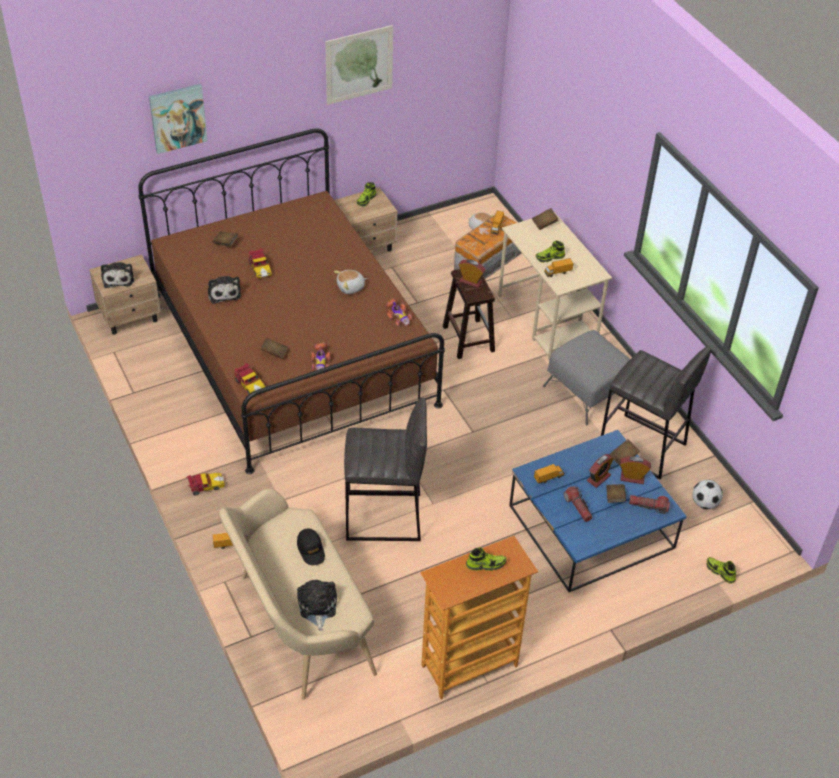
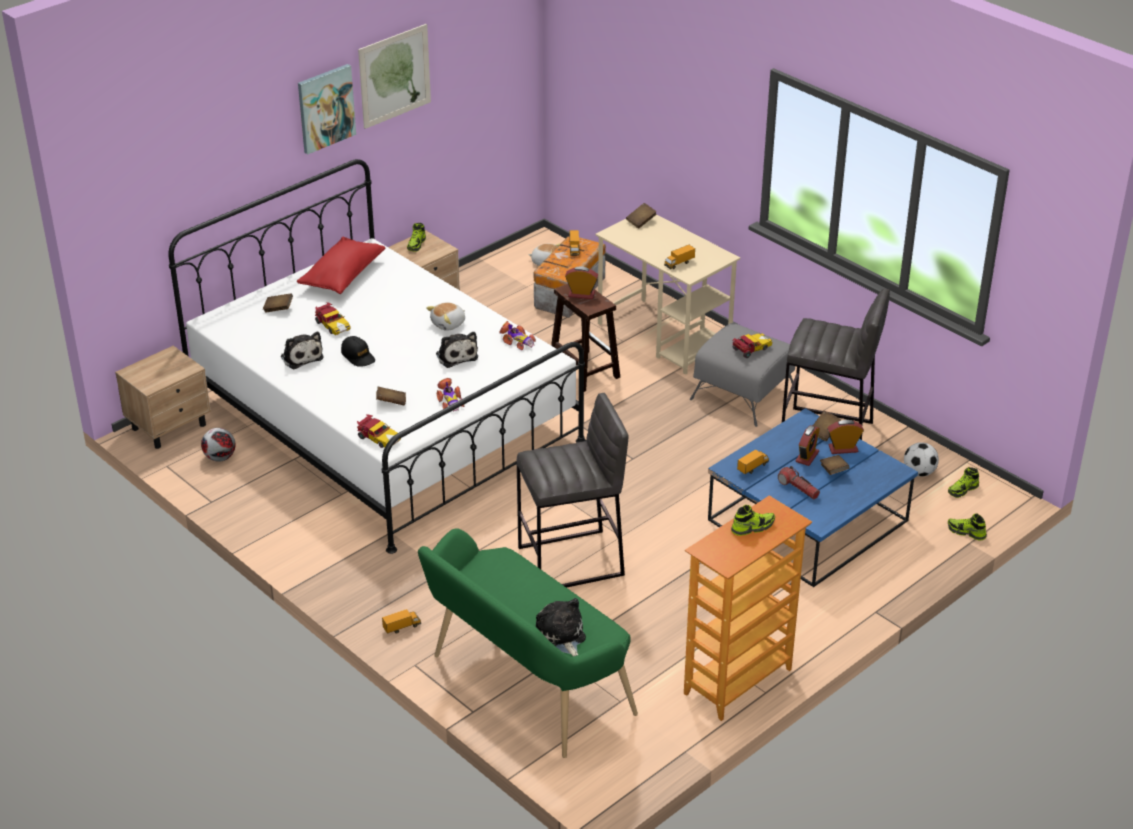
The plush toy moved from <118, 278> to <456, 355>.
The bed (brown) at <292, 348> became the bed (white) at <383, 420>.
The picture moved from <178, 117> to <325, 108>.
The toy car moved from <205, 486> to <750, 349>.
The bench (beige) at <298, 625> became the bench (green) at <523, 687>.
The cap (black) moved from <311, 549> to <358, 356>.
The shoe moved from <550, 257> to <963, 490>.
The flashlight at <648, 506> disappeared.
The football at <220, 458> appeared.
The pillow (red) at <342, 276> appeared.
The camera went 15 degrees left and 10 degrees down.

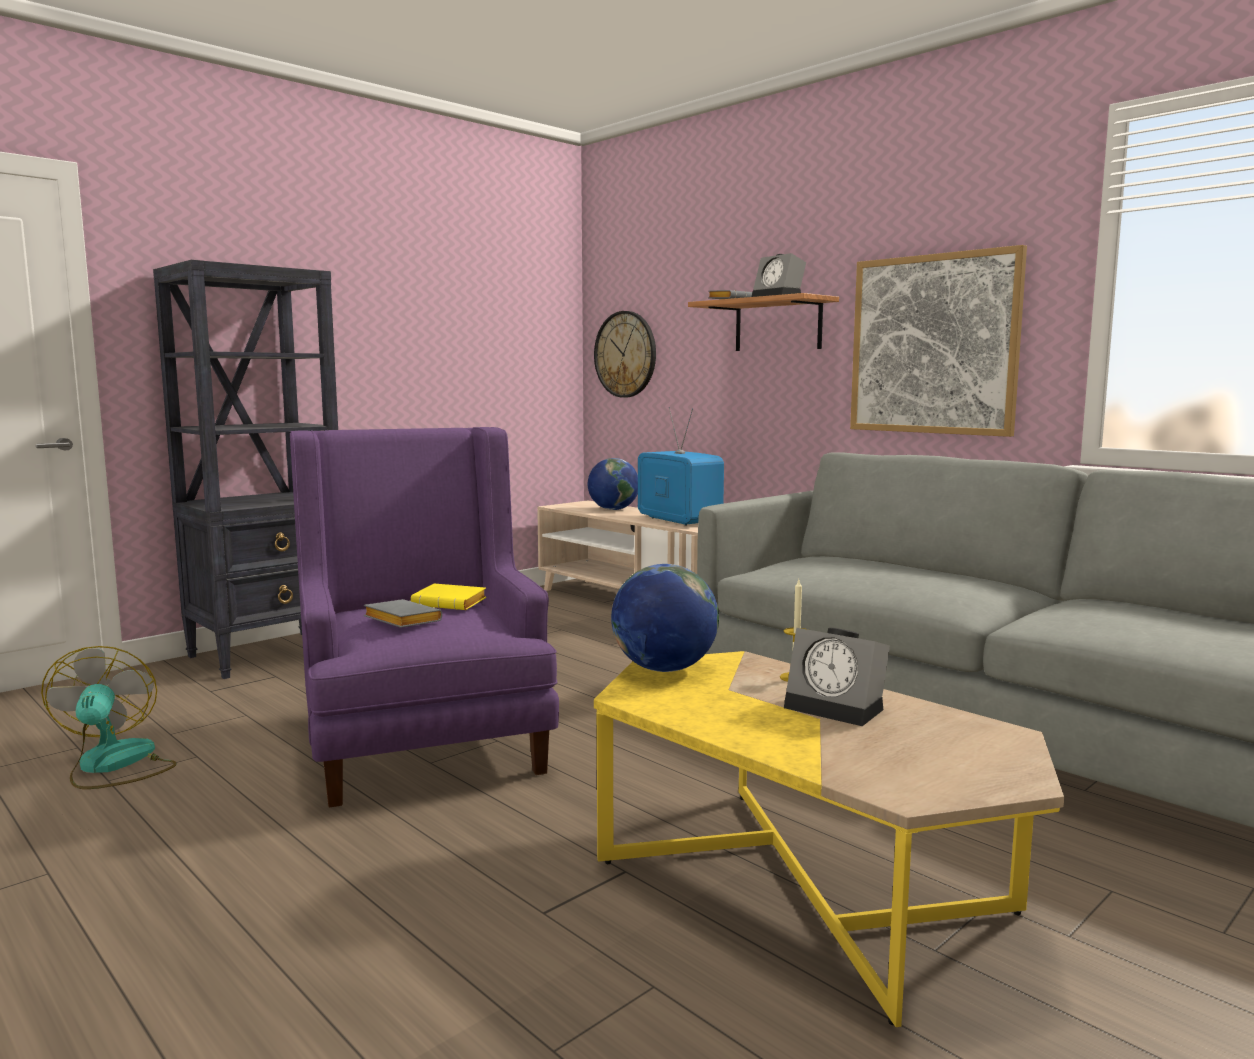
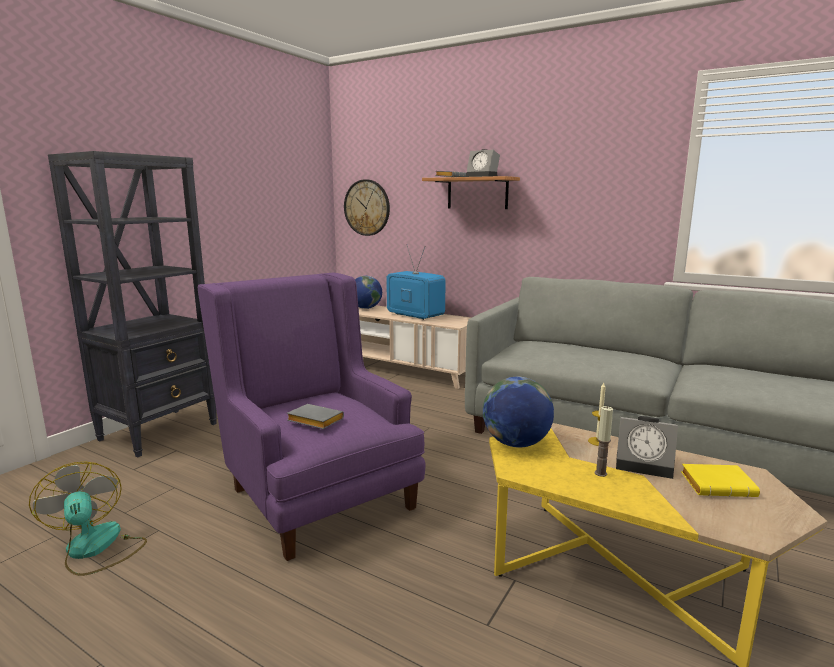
The book (yellow) moved from <451, 603> to <718, 485>.
The picture at <933, 344> disappeared.
The candle at <600, 473> appeared.
The camera went 15 degrees left and 5 degrees up.

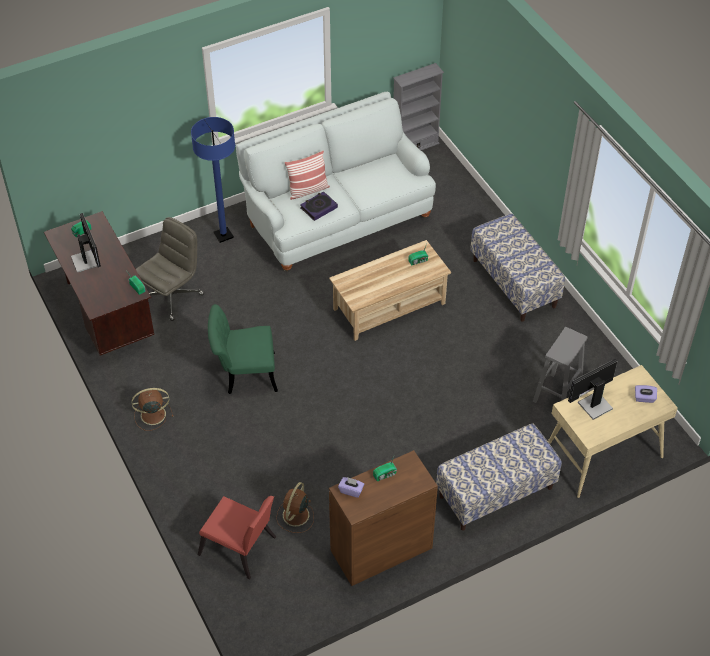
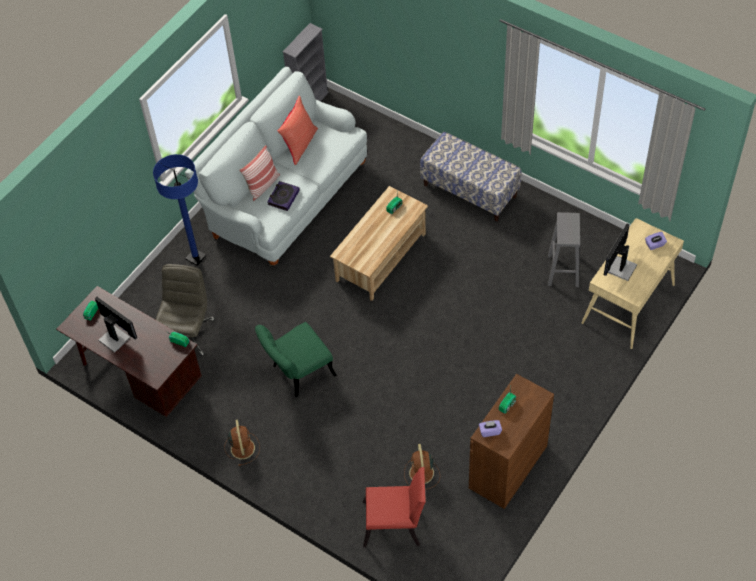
The fan (brown) at <152, 415> turned 120 degrees clockwise.
The bench at <495, 492> disappeared.
The pillow (red) at <300, 144> appeared.
The camera went 25 degrees left and 5 degrees up.

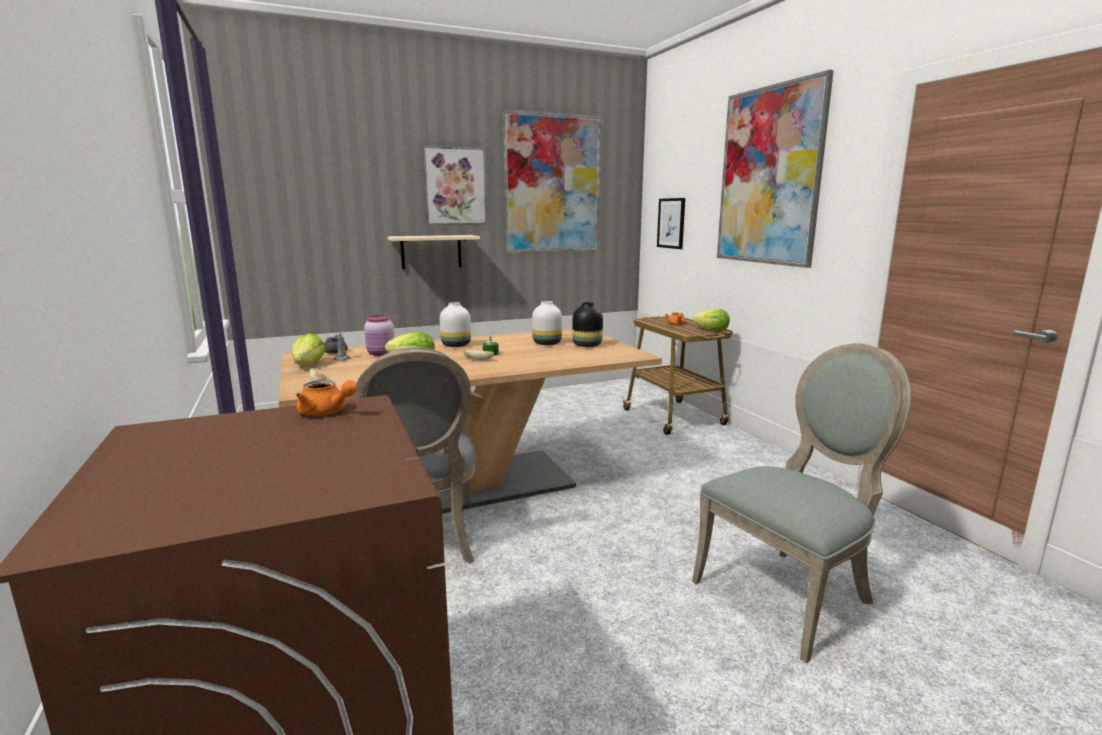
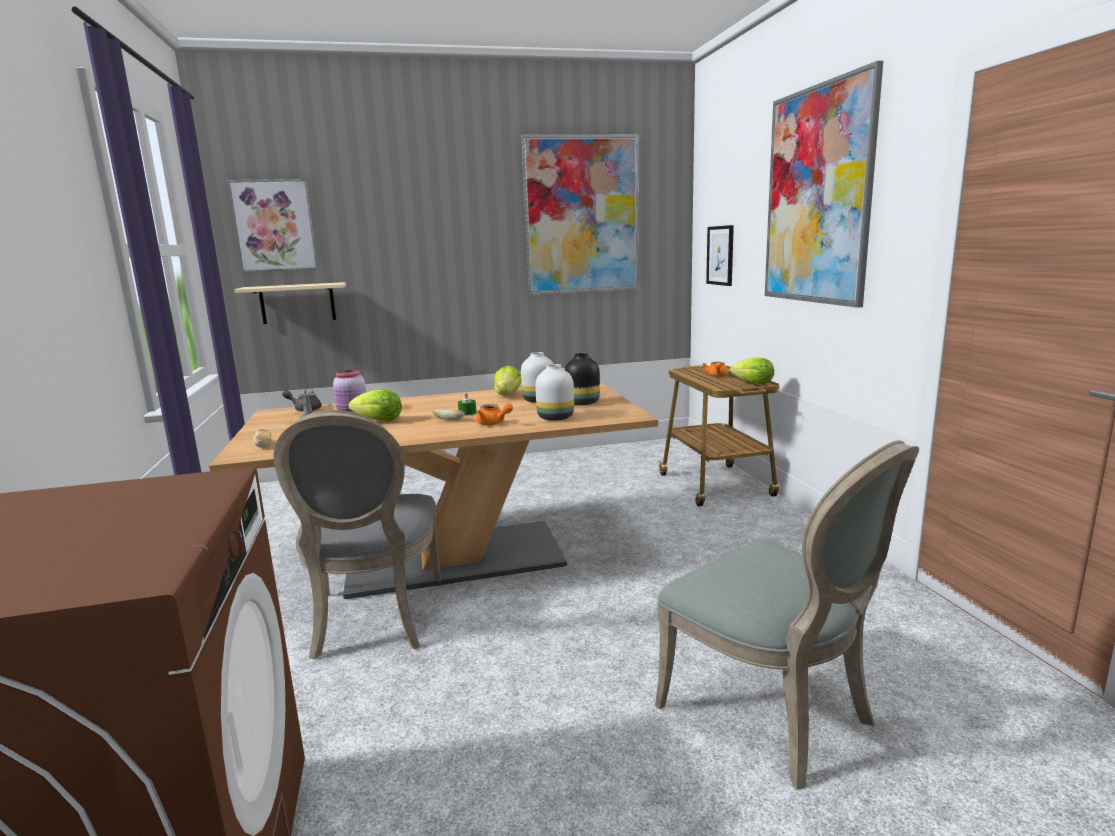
The lettuce moved from <308, 365> to <507, 395>.
The teapot (orange) moved from <326, 412> to <493, 423>.
The shelf (beige) moved from <431, 252> to <297, 303>.
The picture moved from <455, 186> to <274, 226>.
The vase (white) moved from <456, 345> to <556, 418>.
The chair (grey) at <790, 593> turned 75 degrees clockwise.
The camera went 10 degrees right and 0 degrees up.

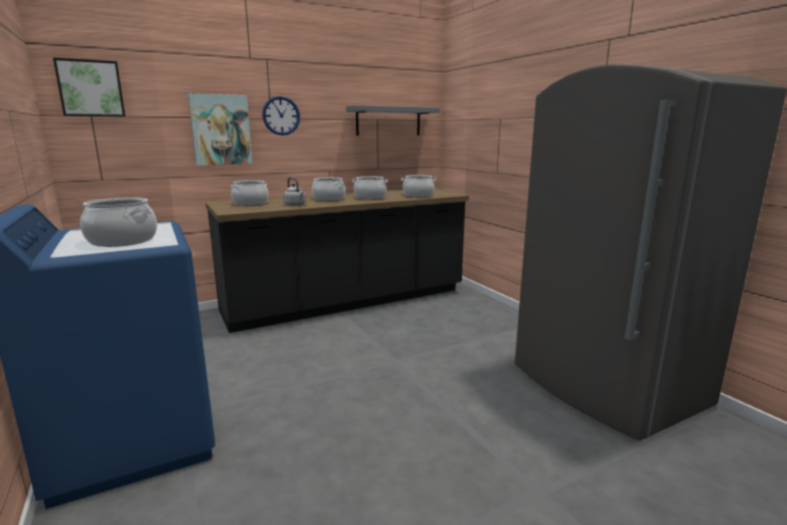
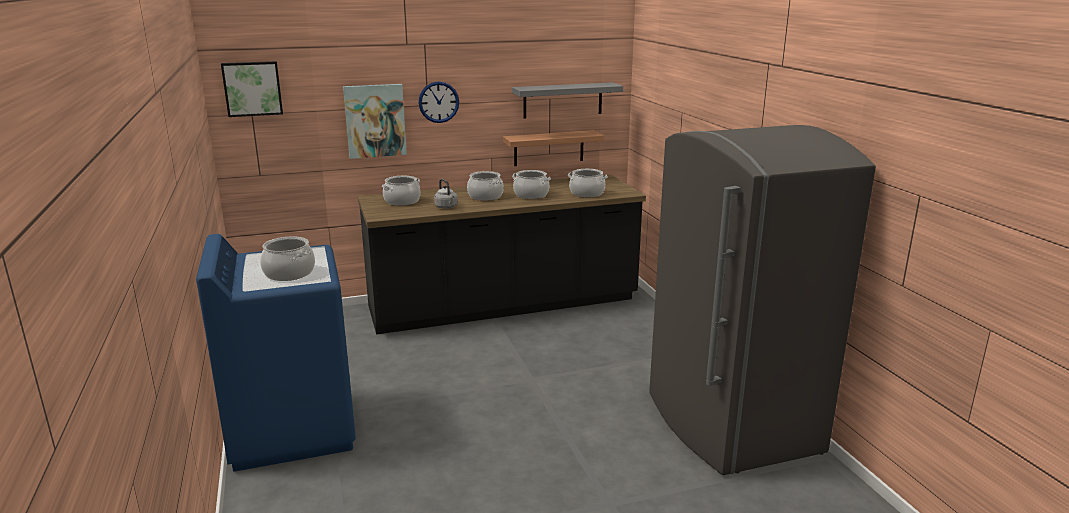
The shelf at <549, 148> appeared.
The camera went 10 degrees right and 5 degrees up.

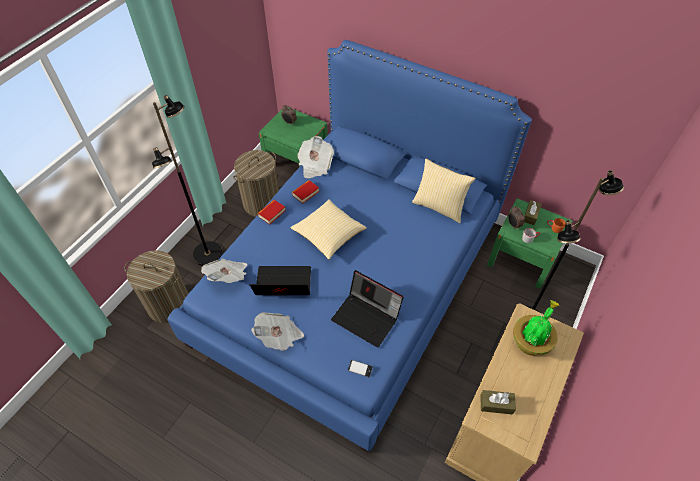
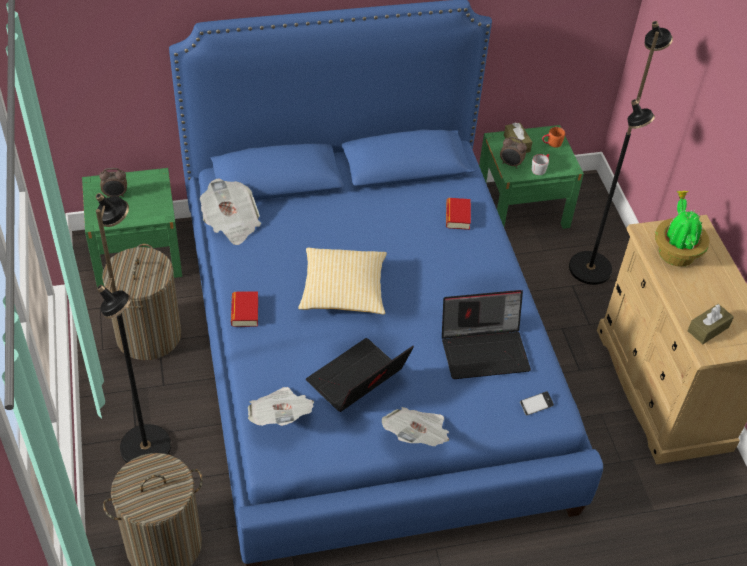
The book moved from <305, 193> to <457, 216>.
The pillow at <439, 206> disappeared.
The camera went 45 degrees left and 5 degrees down.

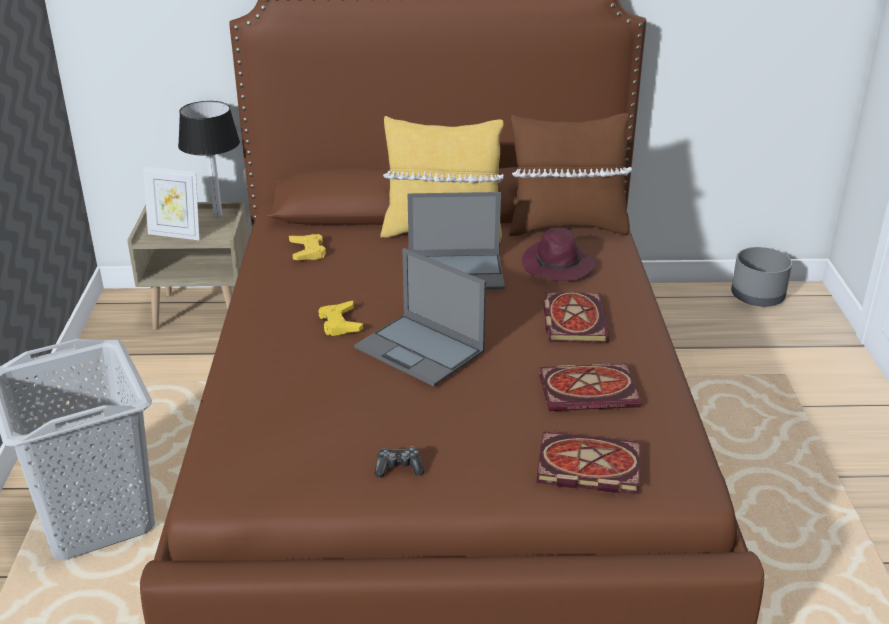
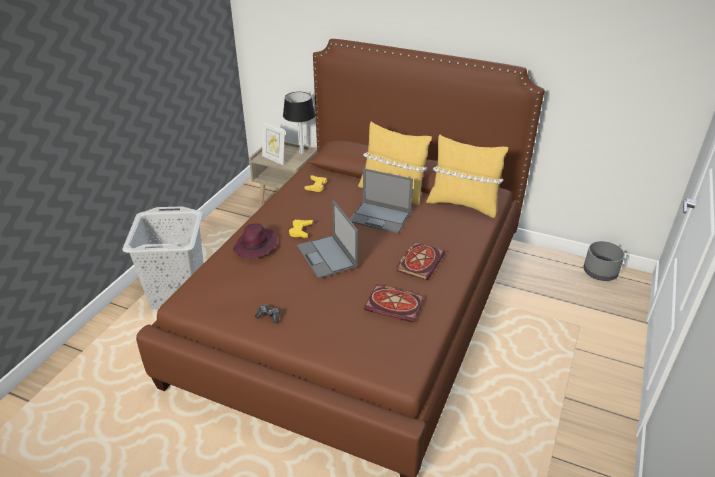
The pillow (brown) at <566, 227> became the pillow (yellow) at <463, 204>.
The hat (purple) moved from <558, 266> to <256, 246>.
The book at <586, 467> disappeared.
The camera went 25 degrees right and 5 degrees up.

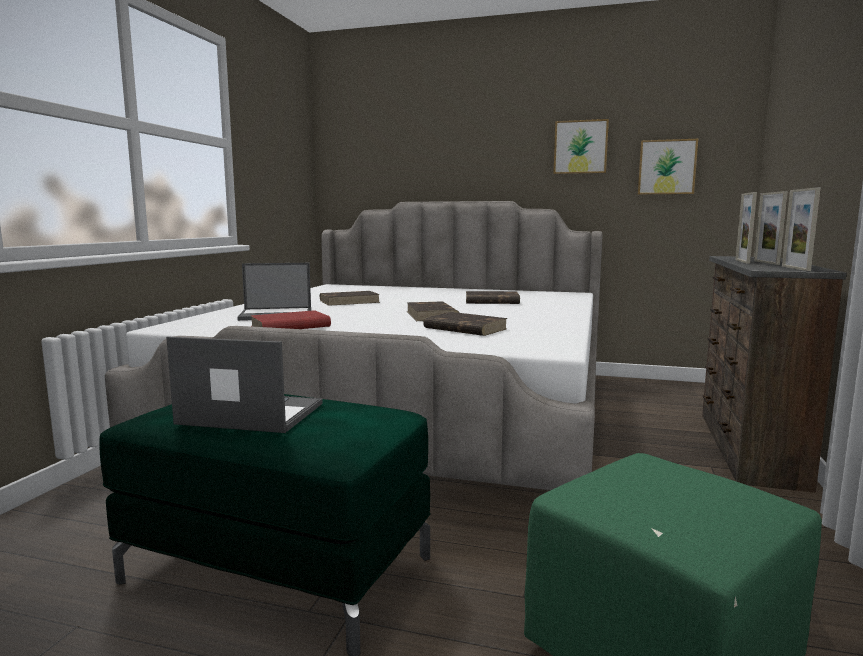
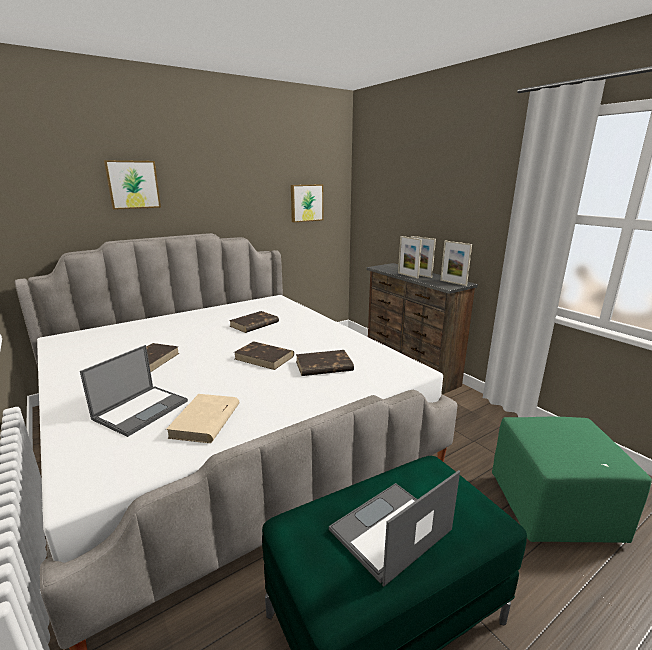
The book (red) at <289, 326> became the book (beige) at <205, 421>.
The picture moved from <580, 147> to <133, 184>.
The camera went 50 degrees left and 10 degrees up.

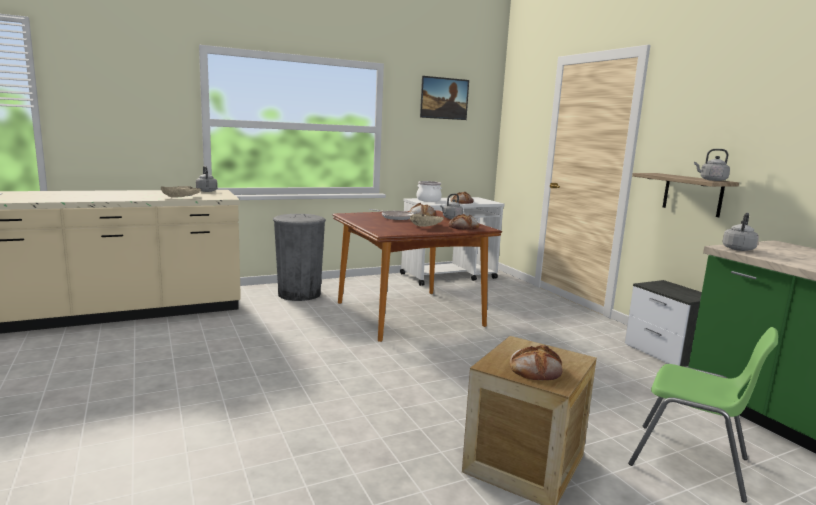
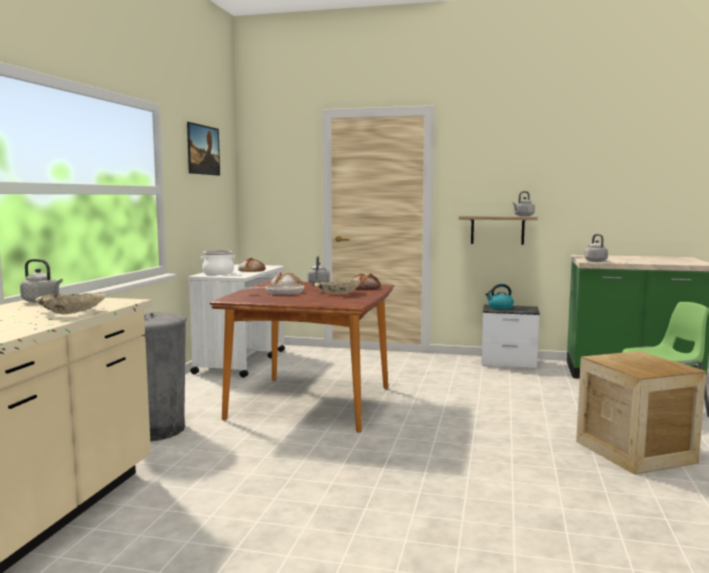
The bread at <536, 369> disappeared.
The kettle at <500, 307> appeared.
The camera went 50 degrees left and 5 degrees down.

